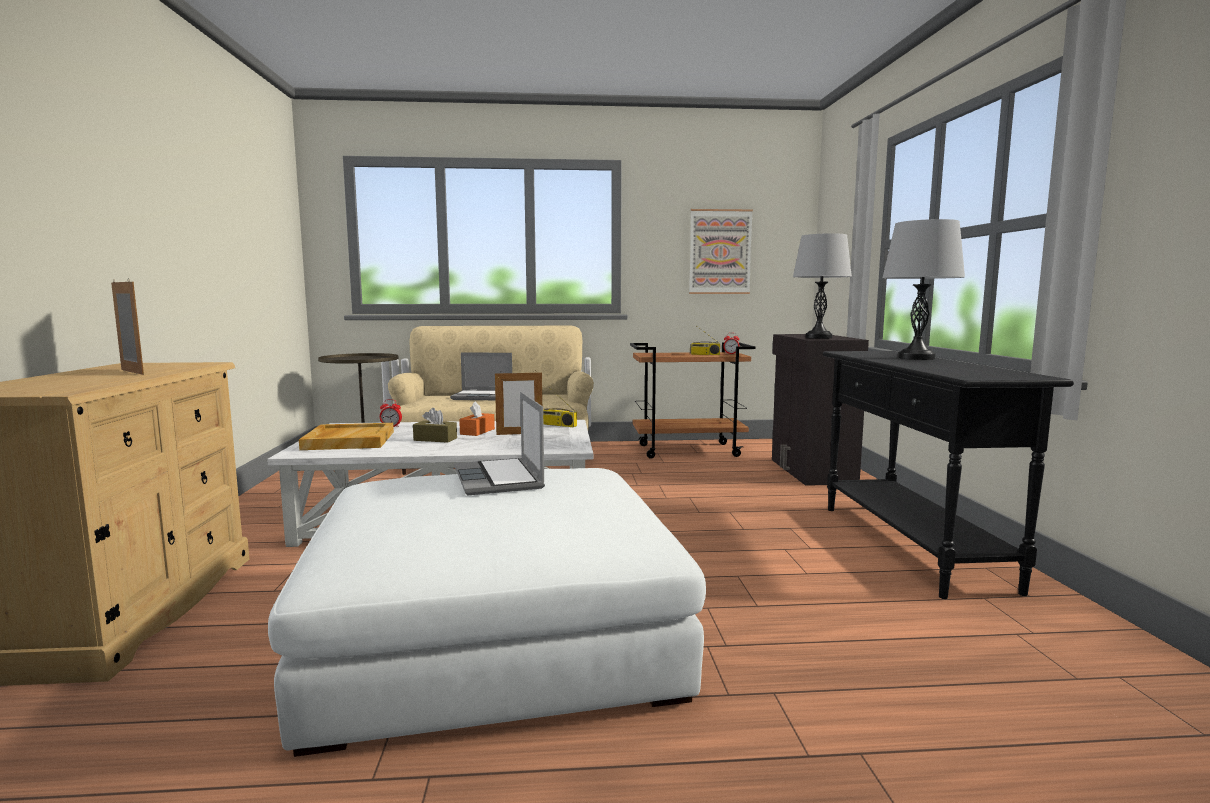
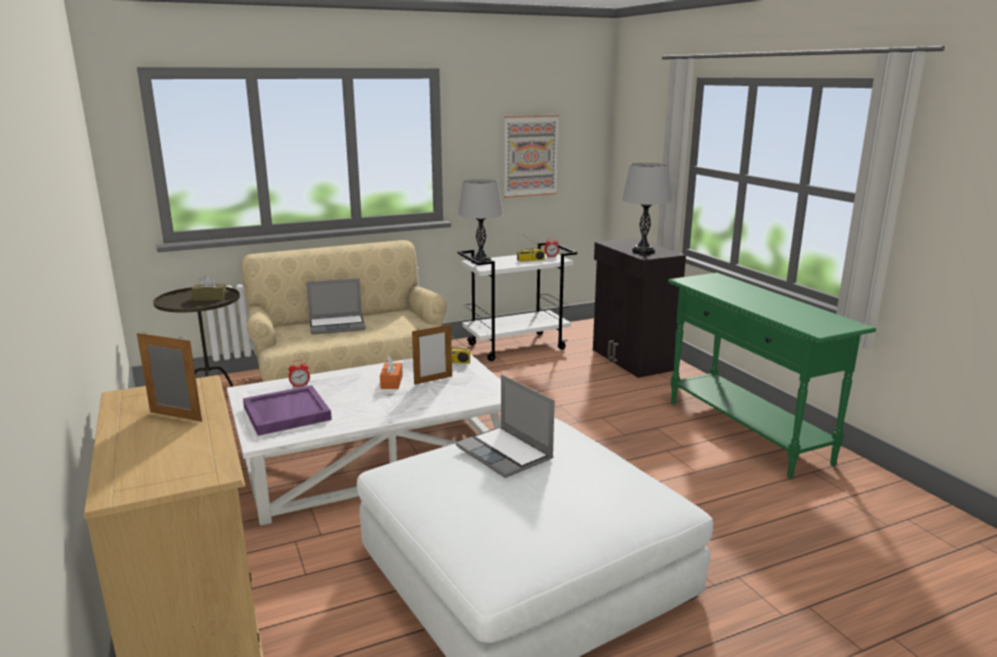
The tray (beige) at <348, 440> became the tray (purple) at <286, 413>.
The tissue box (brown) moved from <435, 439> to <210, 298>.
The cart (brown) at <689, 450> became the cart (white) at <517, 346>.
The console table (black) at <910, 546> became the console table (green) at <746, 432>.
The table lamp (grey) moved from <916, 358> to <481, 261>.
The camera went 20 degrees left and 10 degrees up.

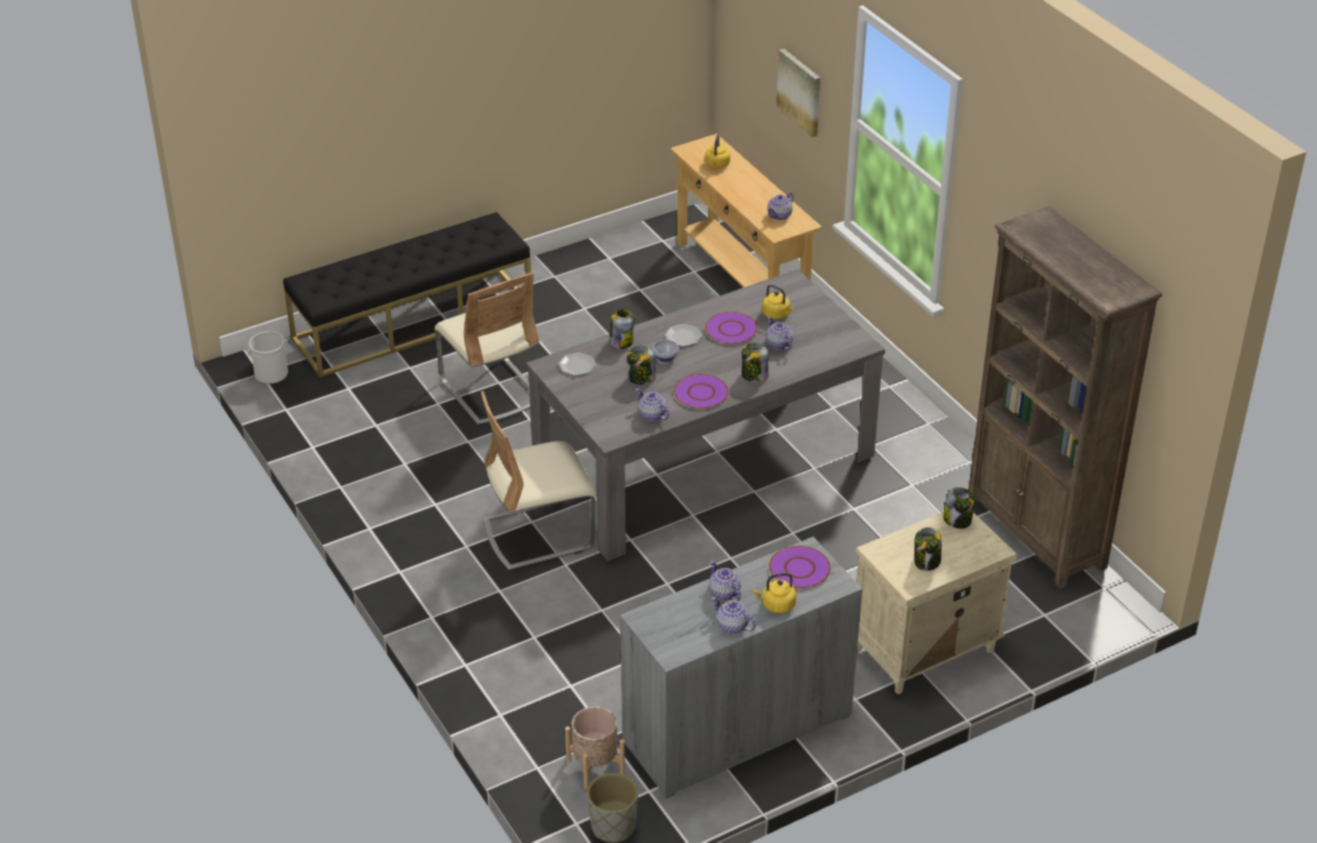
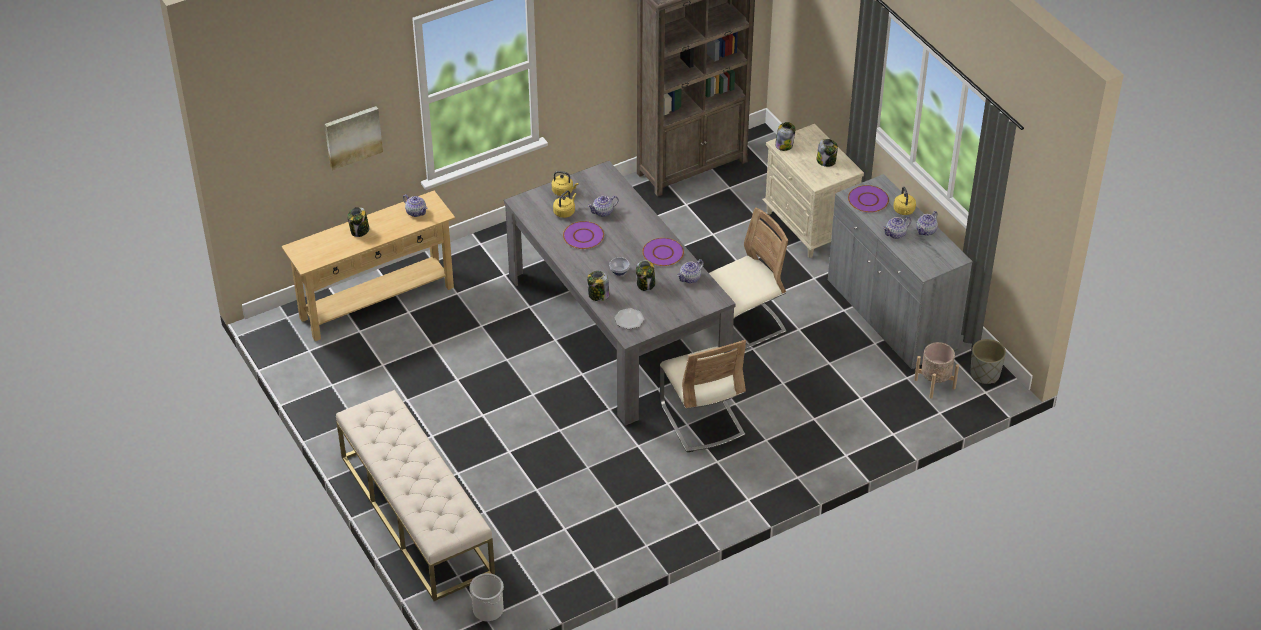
The bench (black) at <413, 322> became the bench (beige) at <416, 514>.
The chair (beige) moved from <491, 391> to <741, 326>.
The plate at <683, 336> disappeared.
The kettle (yellow) moved from <717, 165> to <563, 191>.
The jar moved from <754, 376> to <359, 231>.
The camera went 90 degrees left and 5 degrees up.

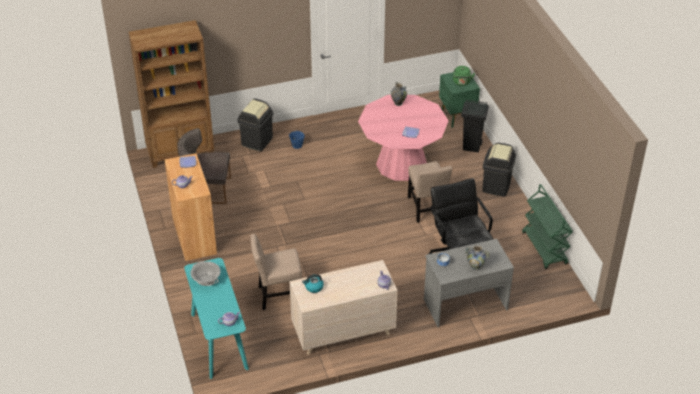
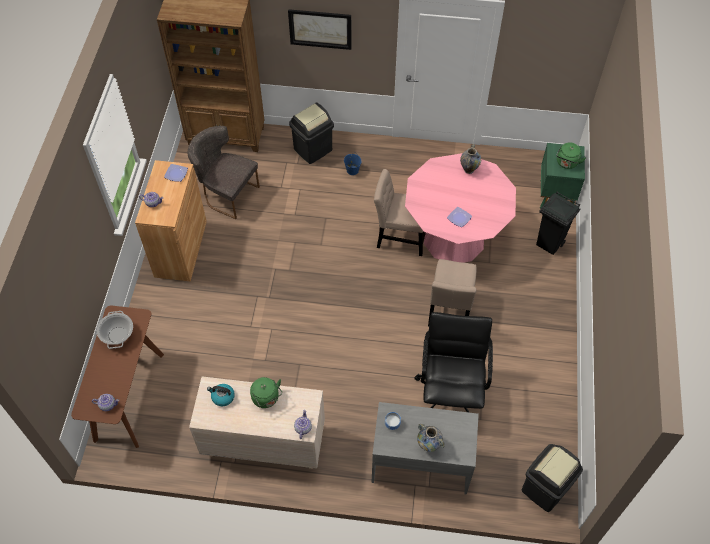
The console table (turquoise) at <218, 341> became the console table (brown) at <129, 396>.
The chair (beige) moved from <278, 295> to <399, 237>.
The trash can (black) moved from <496, 186> to <545, 488>.
The cart (green) at <545, 248> disappeared.
The kettle (green) at <267, 399> appeared.
The picture at <320, 29> appeared.
The camera went 25 degrees right and 15 degrees up.

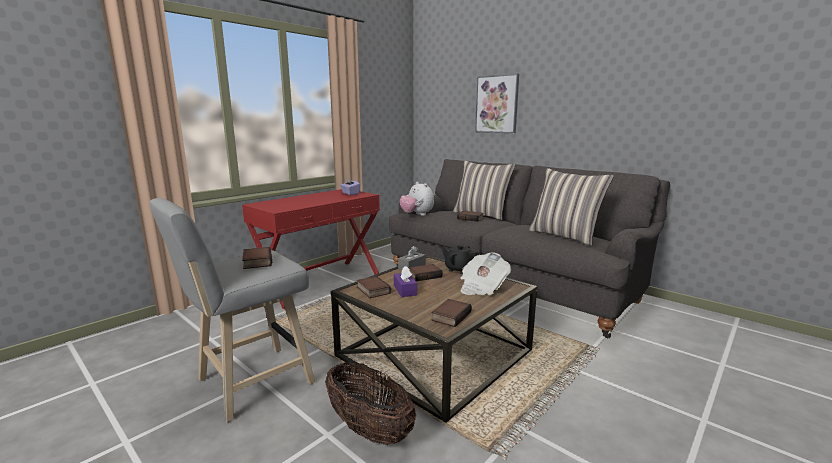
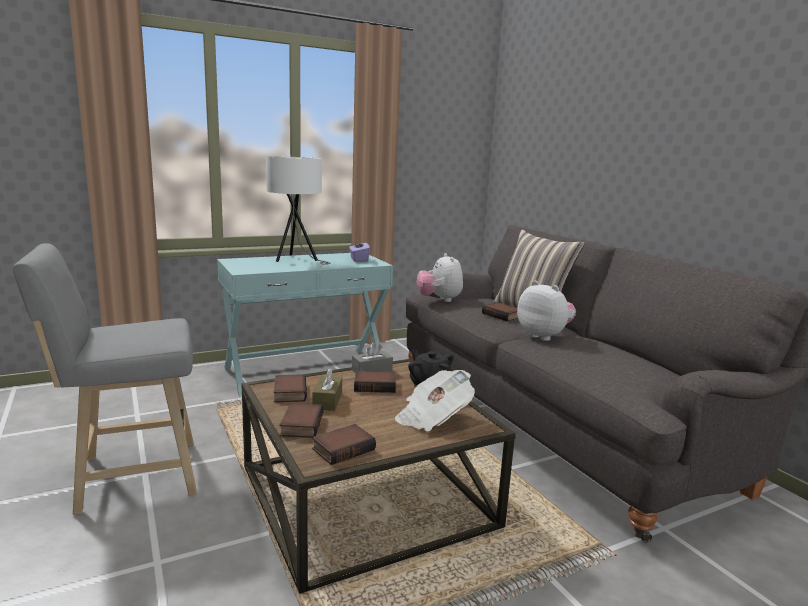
The console table (red) at <320, 282> became the console table (turquoise) at <305, 370>.
The book moved from <256, 261> to <300, 425>.
The basket at <369, 429> disappeared.
The tissue box (purple) at <405, 290> became the tissue box (brown) at <327, 401>.
The picture at <497, 104> disappeared.
The pillow at <565, 236> disappeared.
The table lamp (white) at <297, 260> appeared.
The plush toy at <544, 336> appeared.
The camera went 20 degrees right and 0 degrees up.

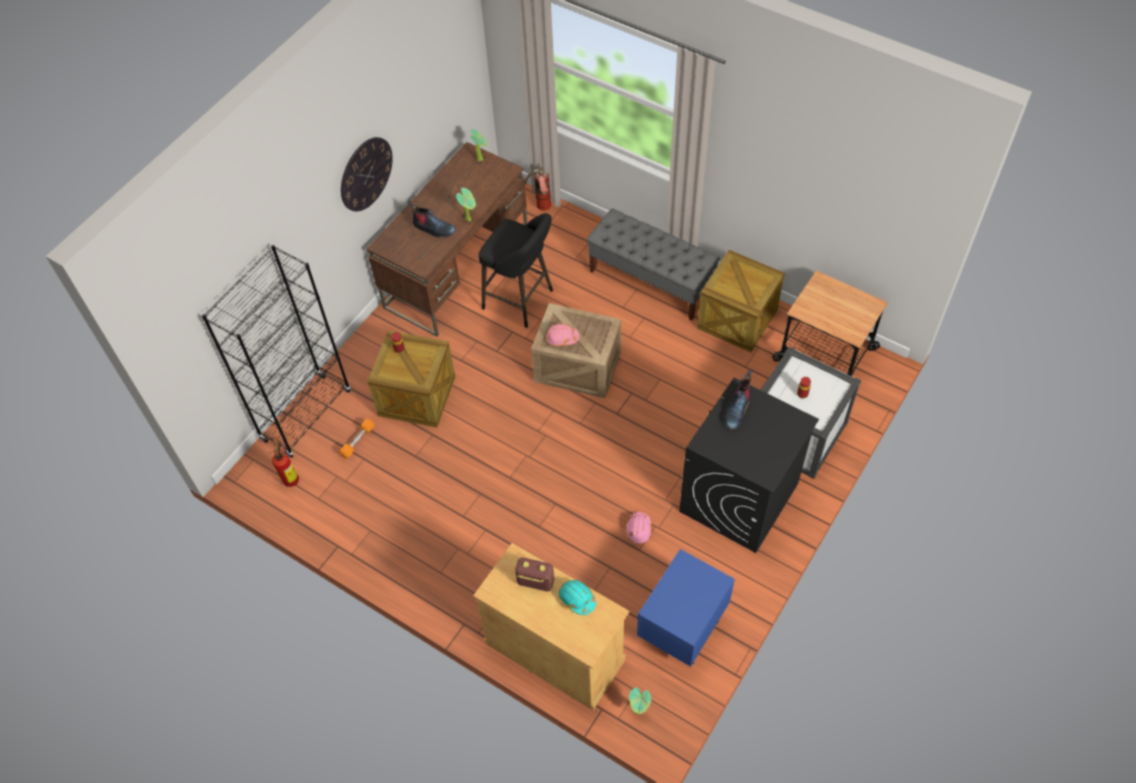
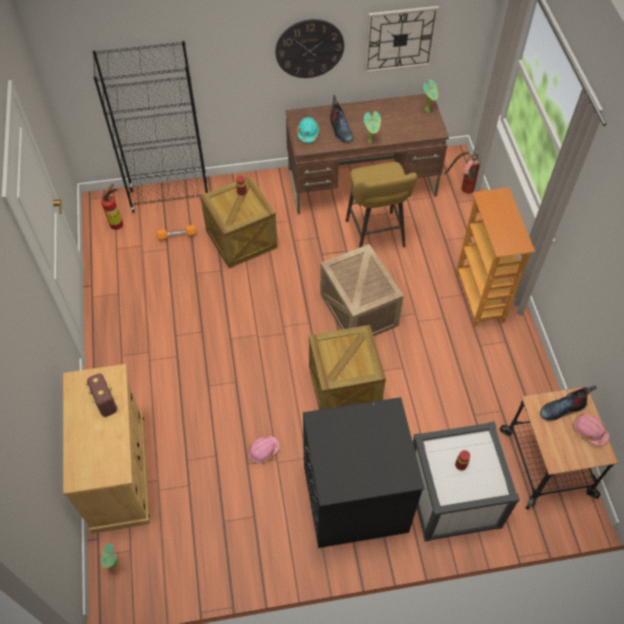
The stool (black) at <521, 301> became the stool (yellow) at <376, 236>.
The hard hat (pink) moved from <562, 338> to <589, 431>.
The hard hat (turquoise) moved from <577, 599> to <308, 133>.
The bench (grey) at <651, 281> was replaced by the bookcase at <480, 298>.
The nightstand (blue) at <682, 630> disappeared.
The crate moved from <737, 319> to <344, 387>.
The boot moved from <737, 408> to <562, 408>.
The wall clock at <400, 39> appeared.
The camera went 45 degrees right and 0 degrees up.

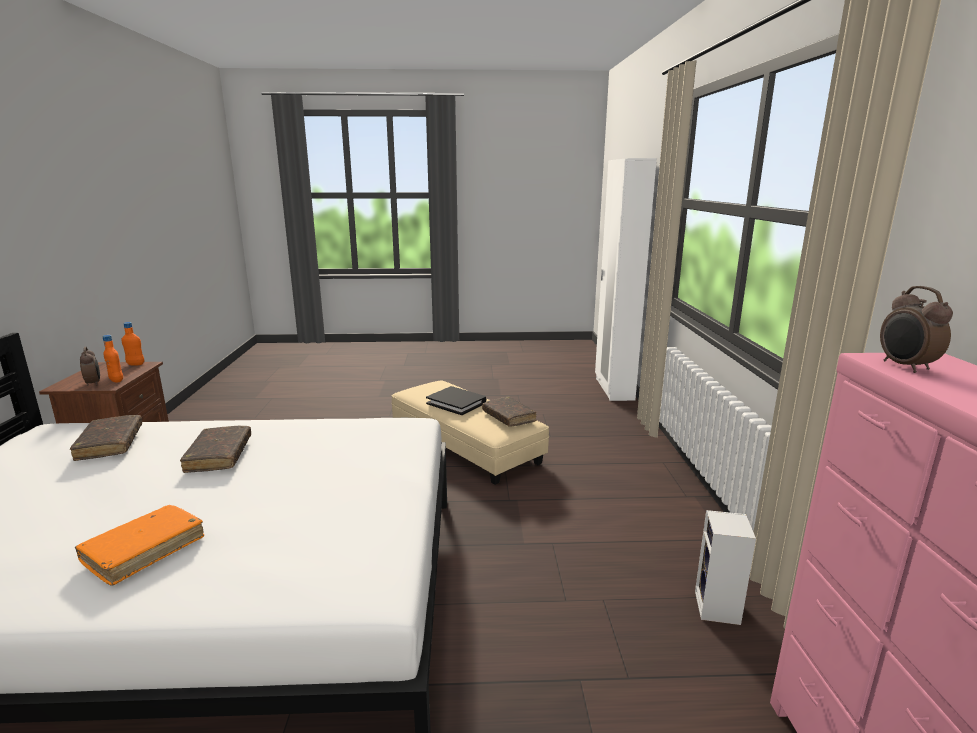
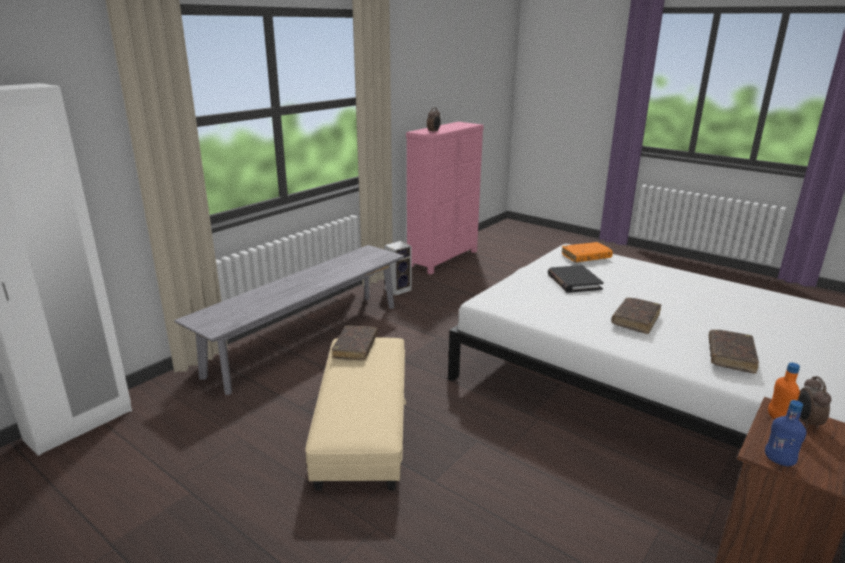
The book (orange) moved from <144, 550> to <586, 257>.
The bottle (orange) at <135, 364> became the bottle (blue) at <779, 461>.
The book (black) moved from <456, 403> to <573, 281>.
The bench (grey) at <307, 339> appeared.
The camera went 140 degrees left and 5 degrees up.

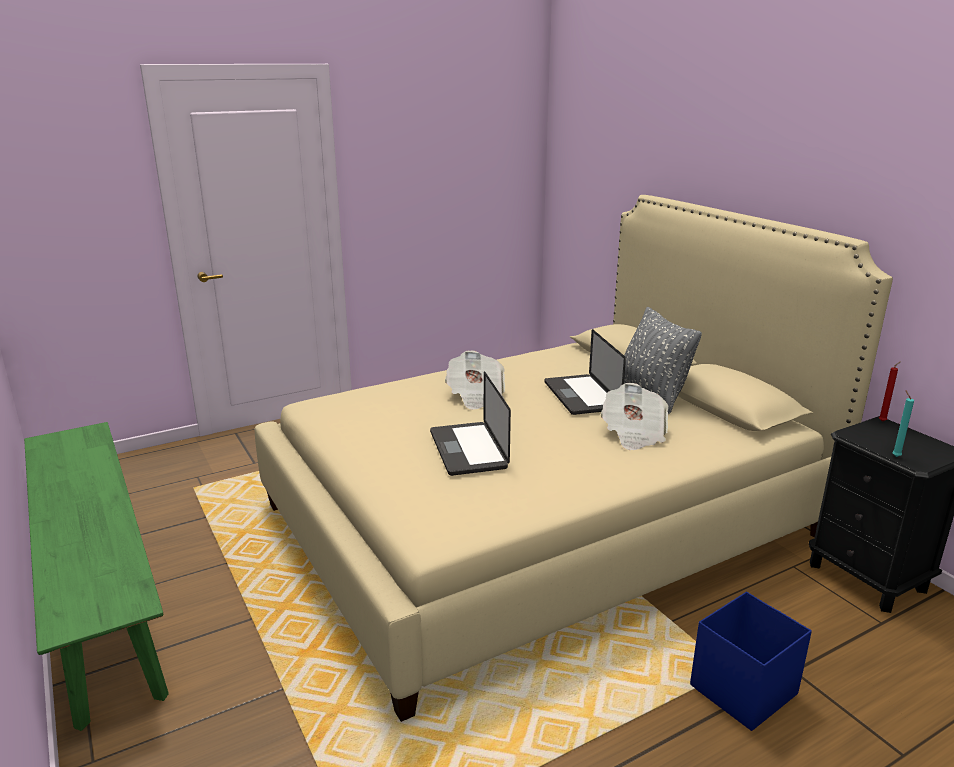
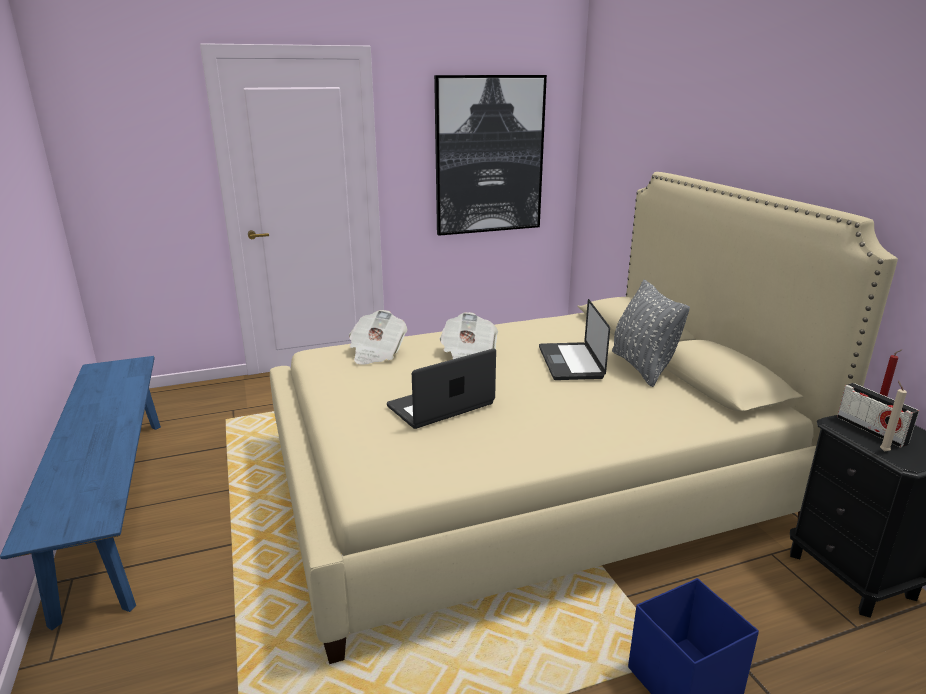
The bench (green) at <100, 593> became the bench (blue) at <116, 505>.
The laptop at <468, 450> turned 60 degrees clockwise.
The newspaper moved from <633, 434> to <376, 353>.
The candle (turquoise) at <895, 456> became the candle (beige) at <883, 450>.
The picture at <489, 156> appeared.
The radio at <871, 430> appeared.
The camera went 10 degrees right and 0 degrees up.

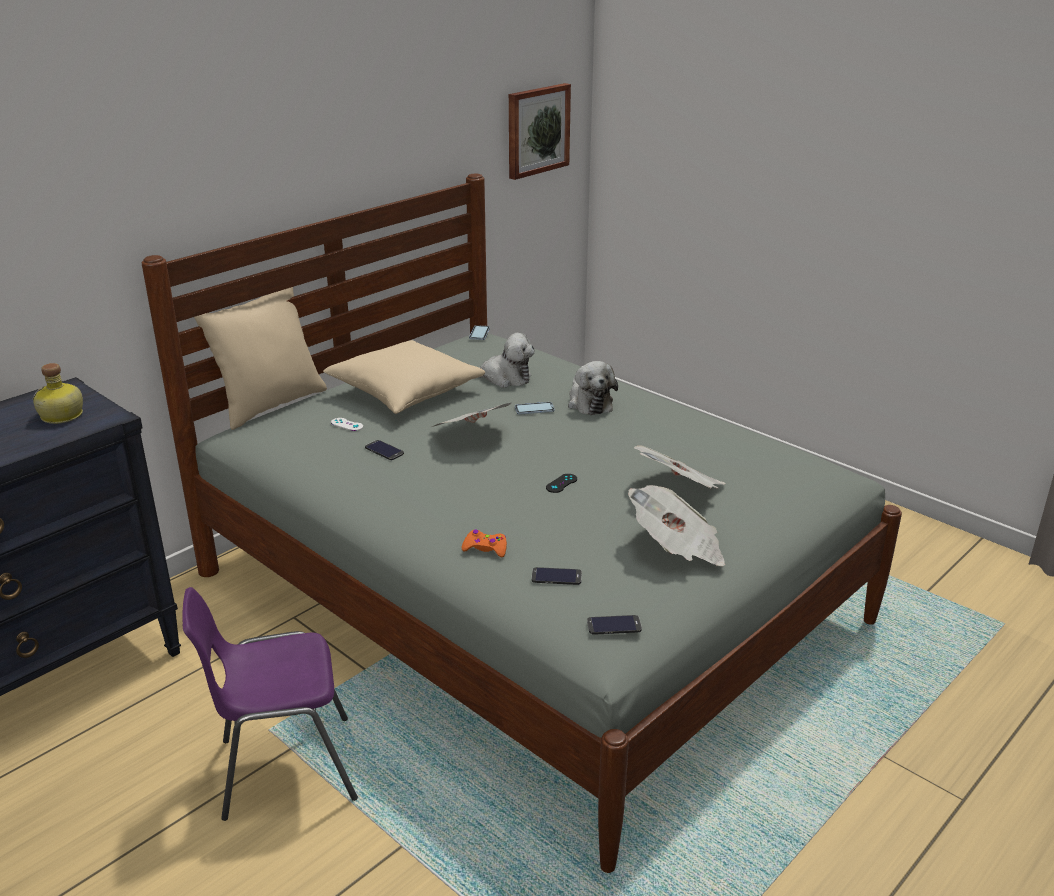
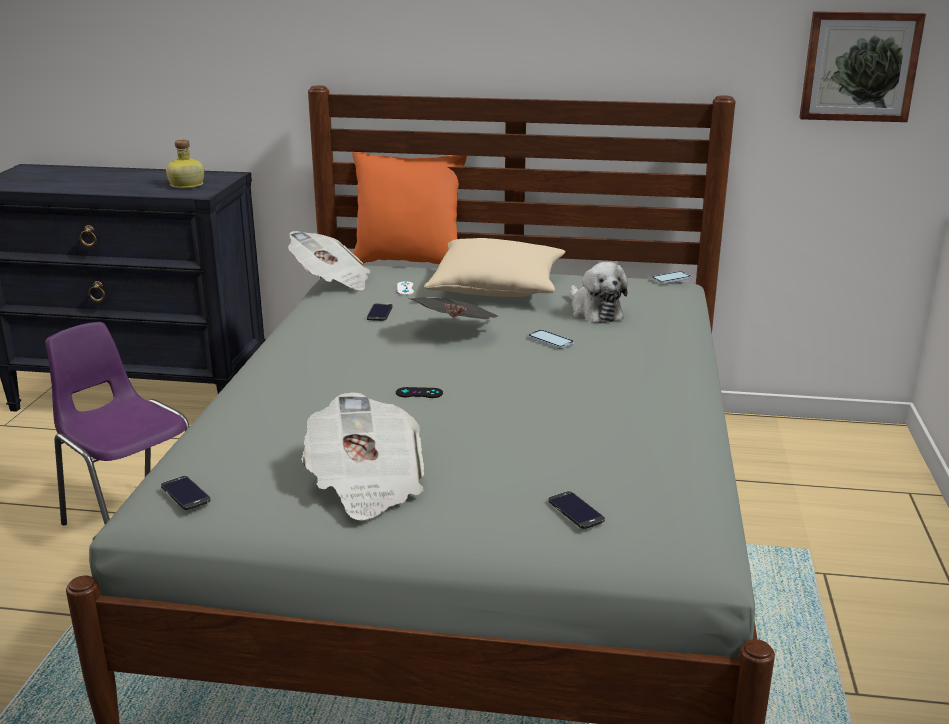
The pillow (beige) at <270, 405> became the pillow (orange) at <409, 261>.
The game controller (orange) at <485, 548> disappeared.
The phone moved from <556, 577> to <576, 510>.
The plush toy at <589, 402> disappeared.
The newspaper moved from <679, 489> to <332, 281>.
The camera went 55 degrees right and 5 degrees down.

